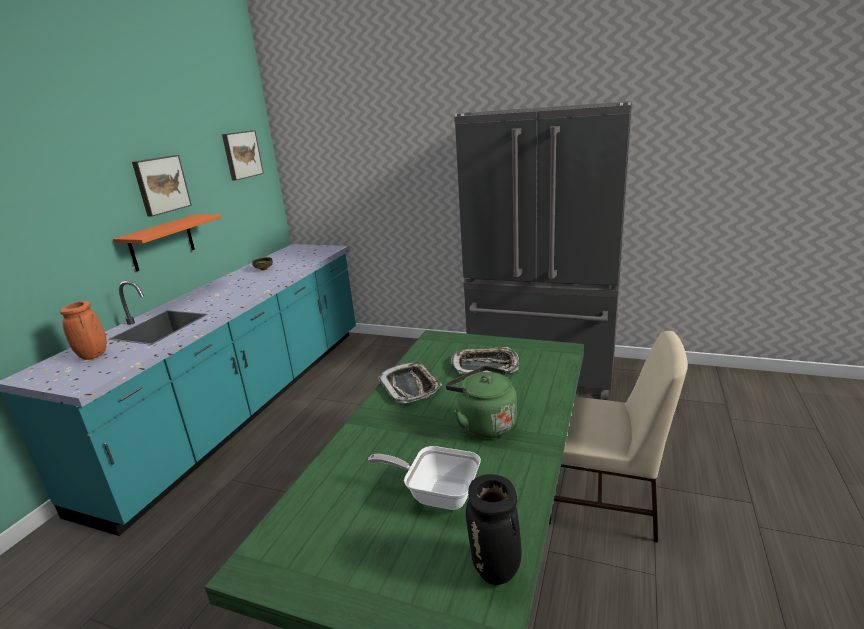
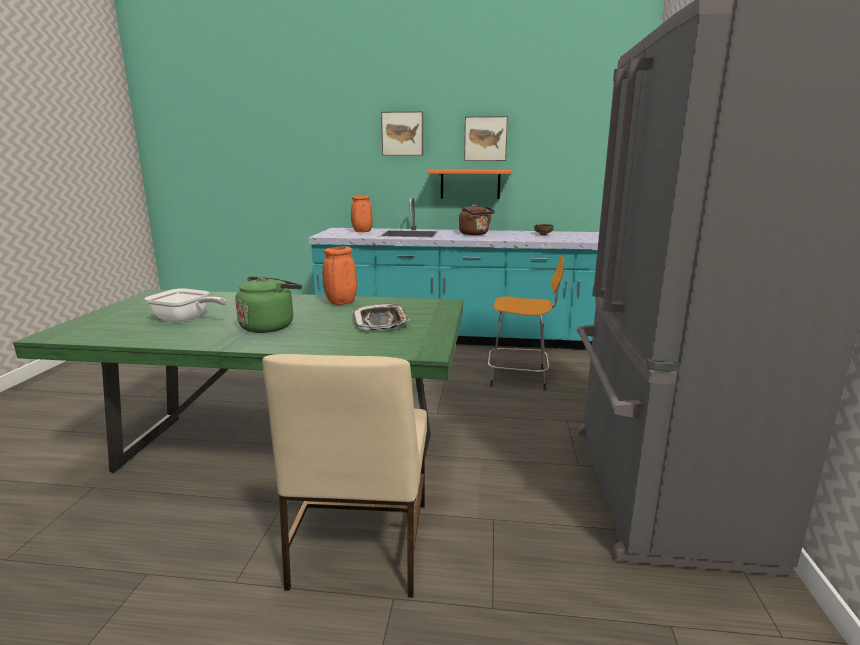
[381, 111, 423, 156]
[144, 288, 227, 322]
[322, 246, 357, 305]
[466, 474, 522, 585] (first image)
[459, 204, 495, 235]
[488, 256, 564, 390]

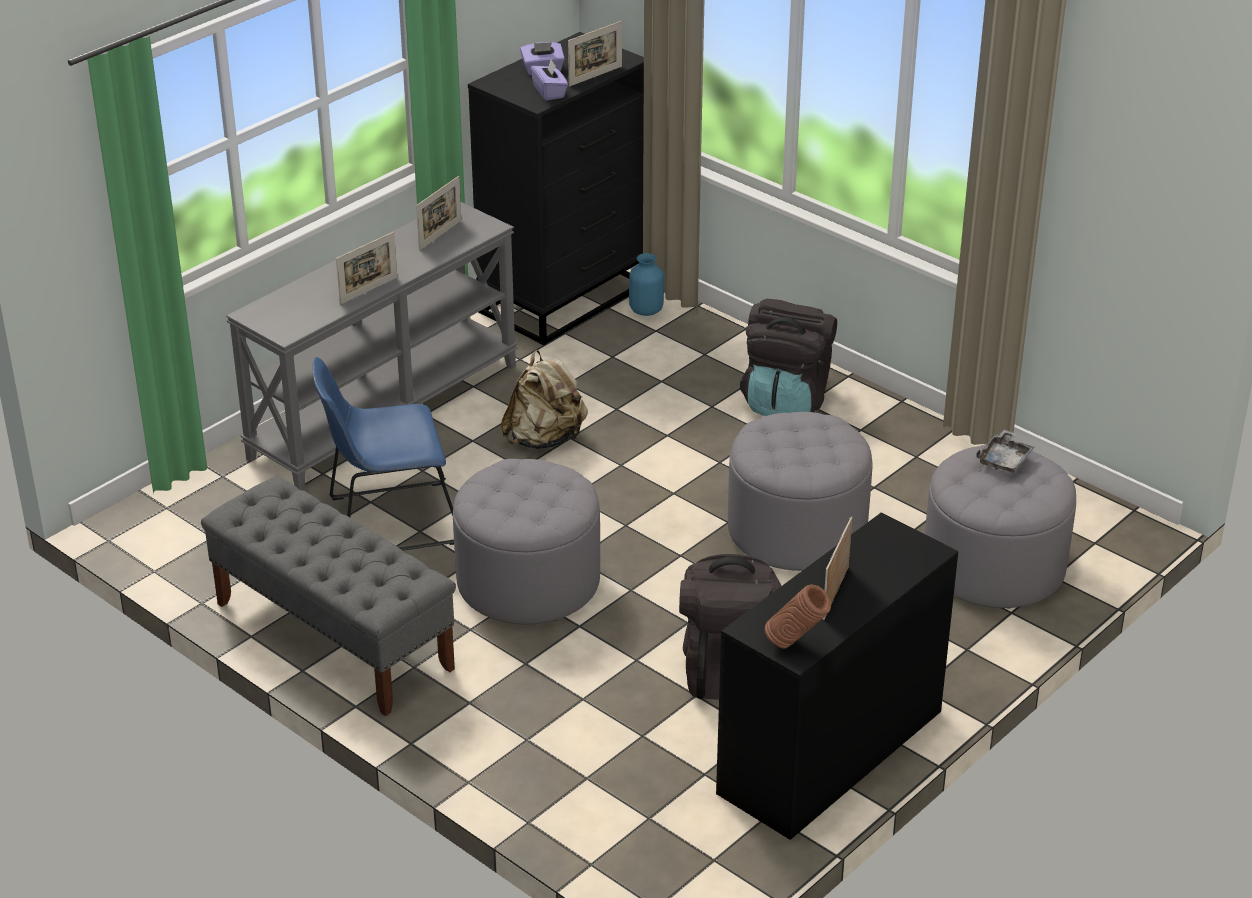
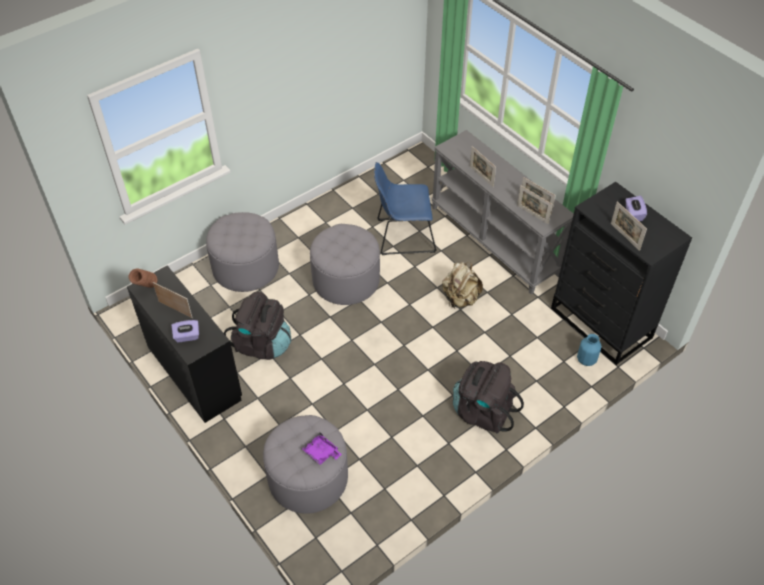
[201, 476, 456, 716] (first image)
[374, 162, 437, 255]
[172, 320, 199, 342]
[206, 212, 279, 292]
[302, 432, 342, 465]
[517, 185, 552, 224]

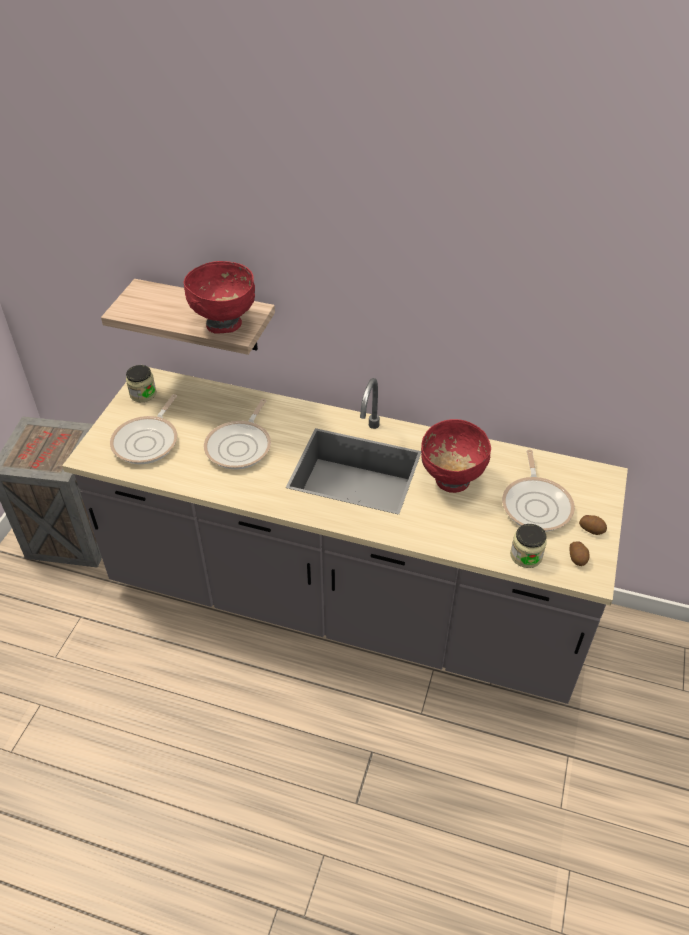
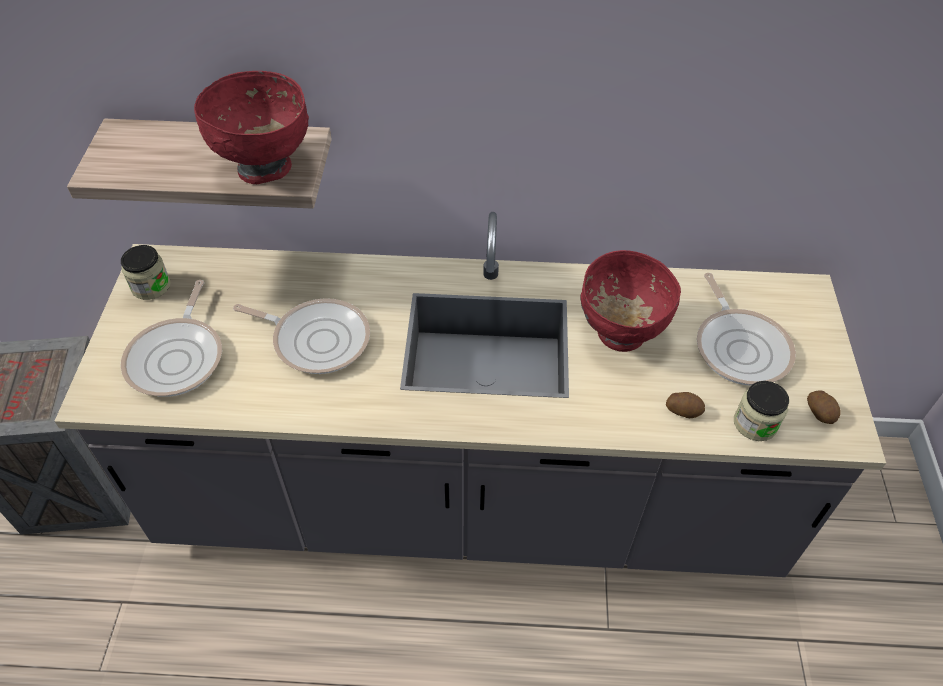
[233, 298, 370, 374]
[666, 392, 705, 418]

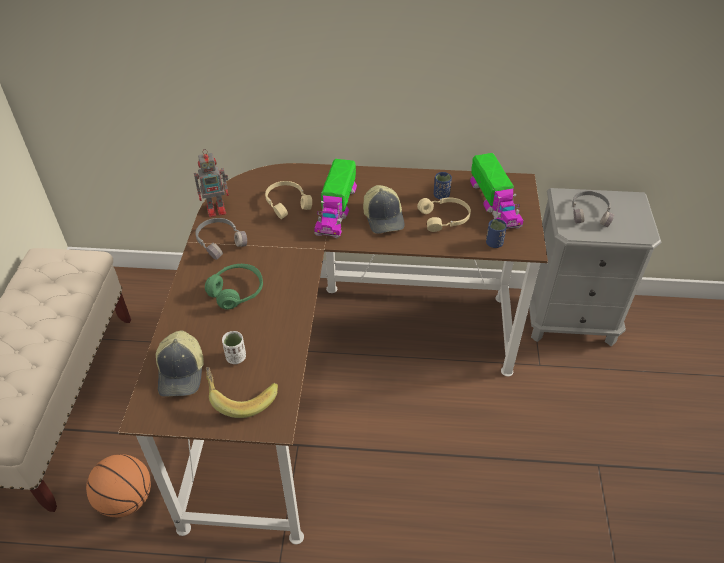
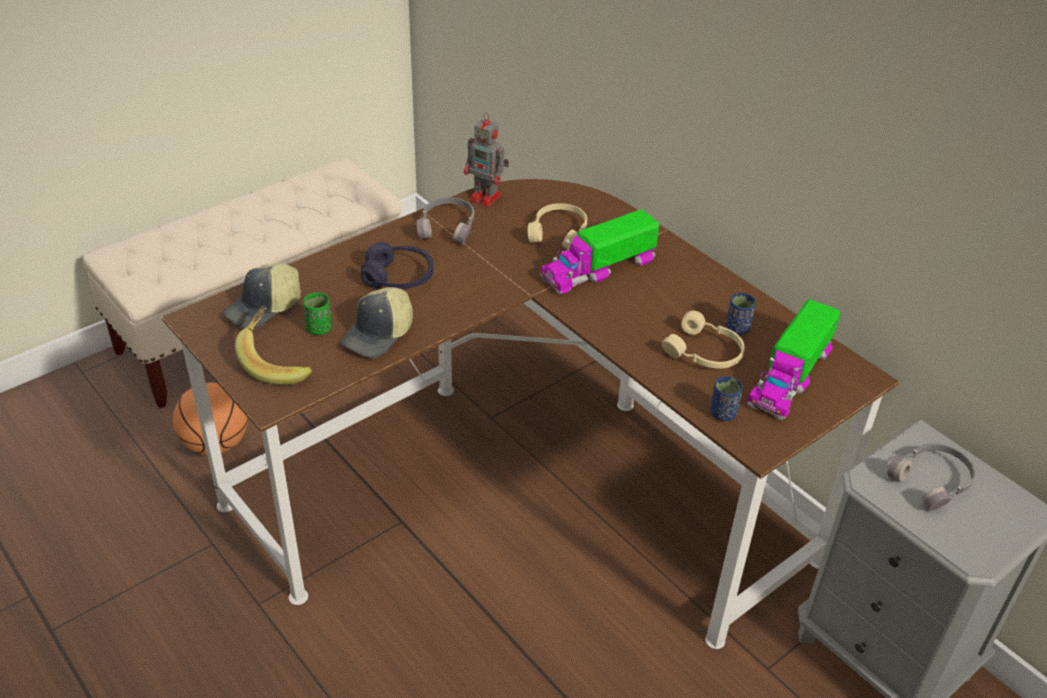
[361, 242, 433, 289]
[303, 292, 332, 335]
[340, 287, 413, 358]

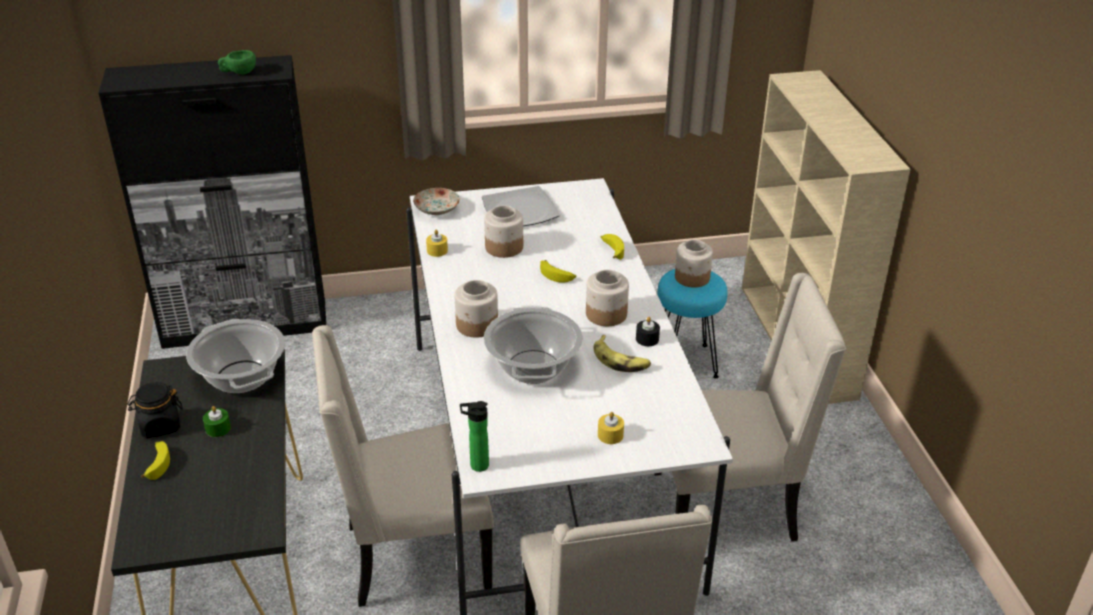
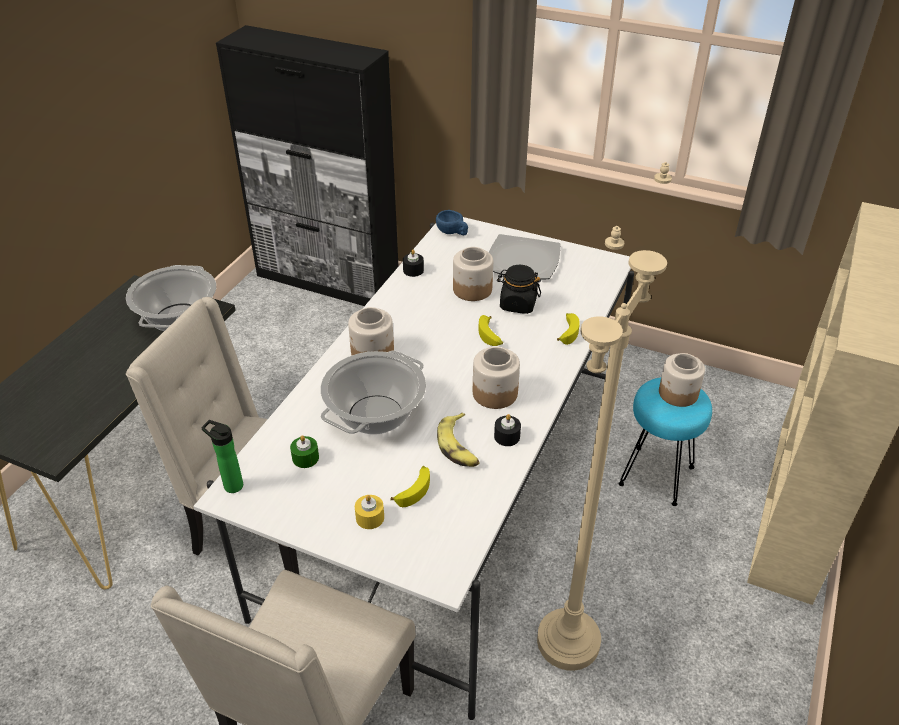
[497, 265, 541, 314]
[391, 466, 430, 507]
[290, 435, 319, 468]
[218, 50, 256, 74] (first image)
[436, 210, 468, 235]
[403, 250, 424, 277]
[537, 162, 672, 671]

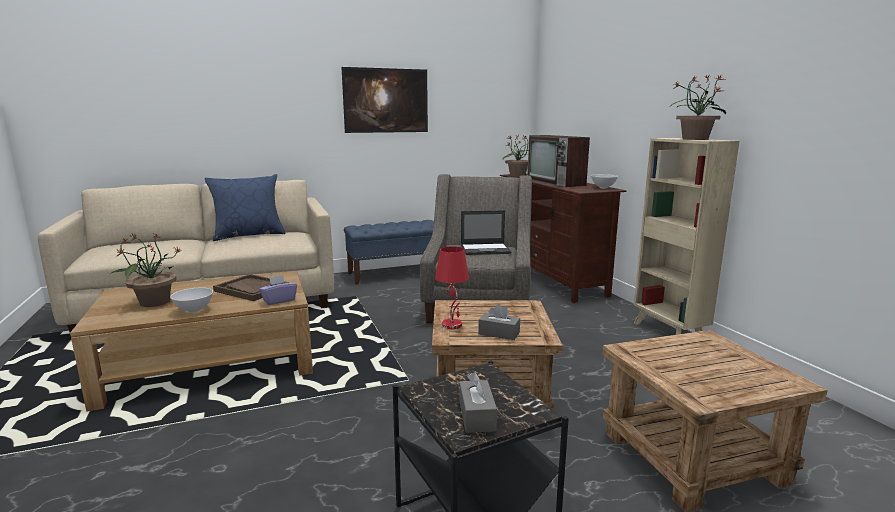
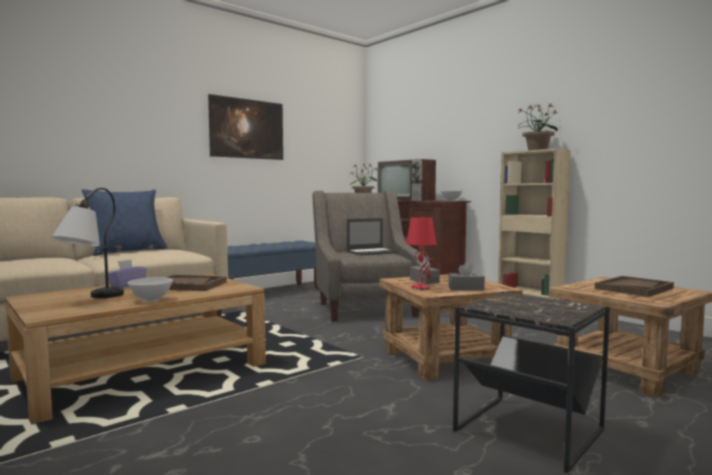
[52, 188, 124, 298]
[108, 260, 147, 288]
[410, 256, 440, 284]
[595, 276, 674, 297]

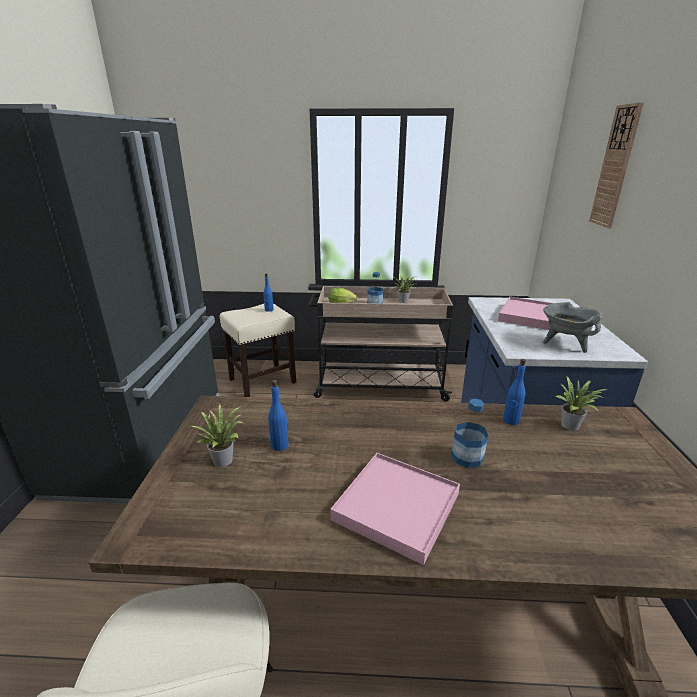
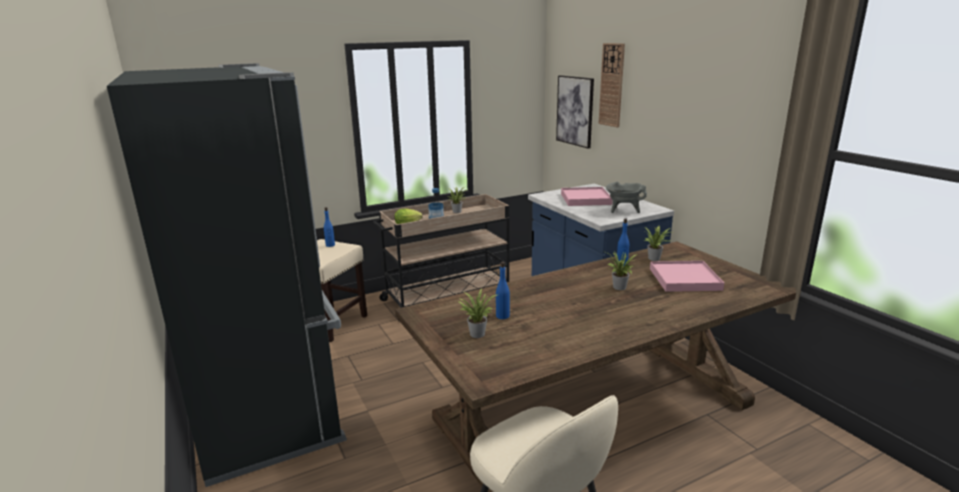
[650, 261, 724, 292]
[606, 251, 636, 290]
[556, 75, 594, 149]

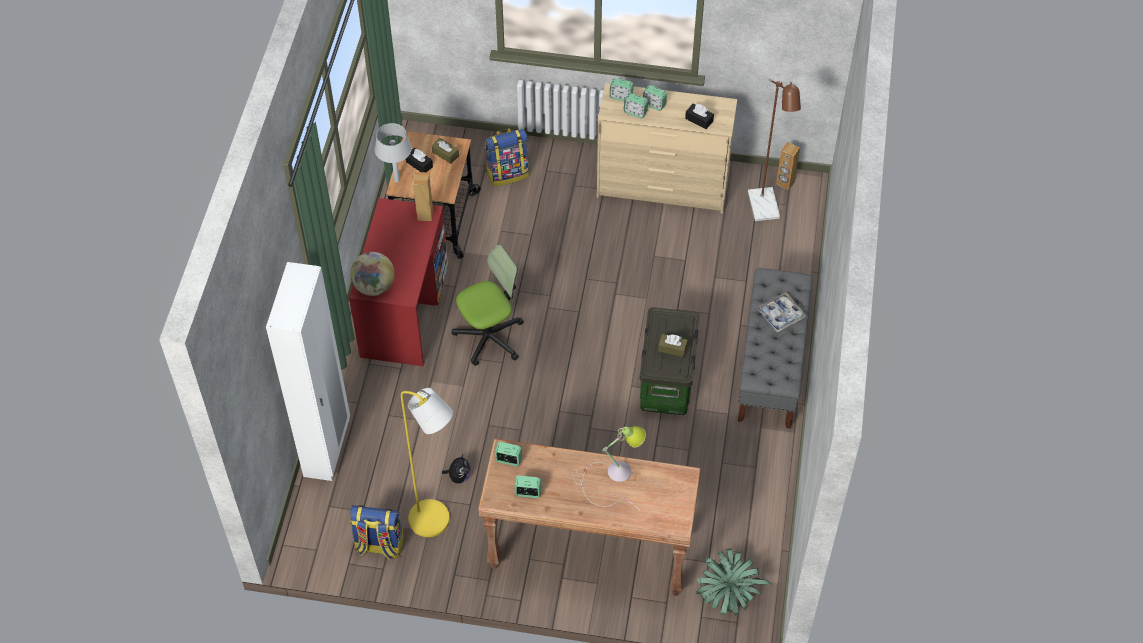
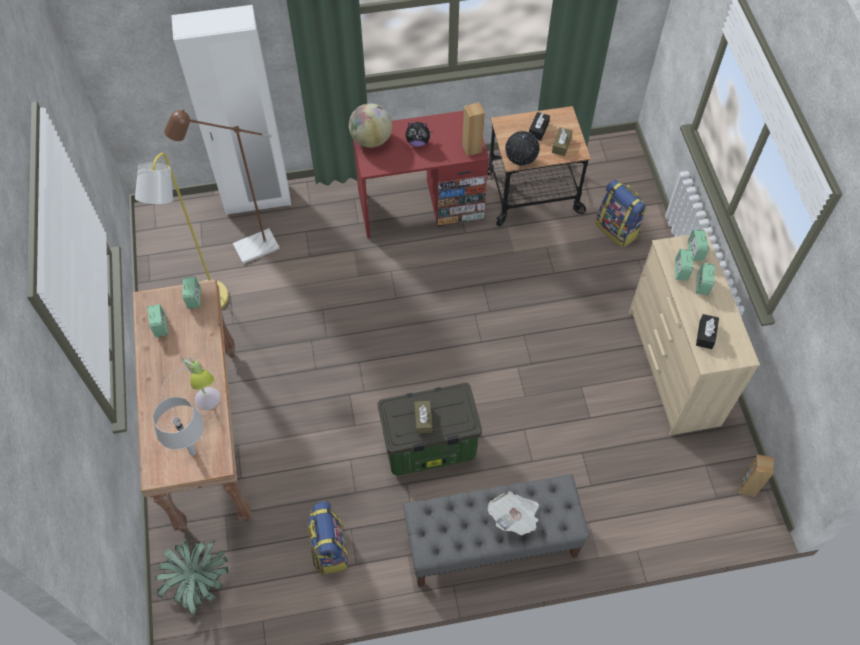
[308, 501, 349, 574]
[153, 397, 204, 455]
[405, 122, 432, 147]
[452, 244, 524, 366] (first image)
[164, 109, 280, 264]
[488, 491, 539, 535]
[505, 131, 540, 166]

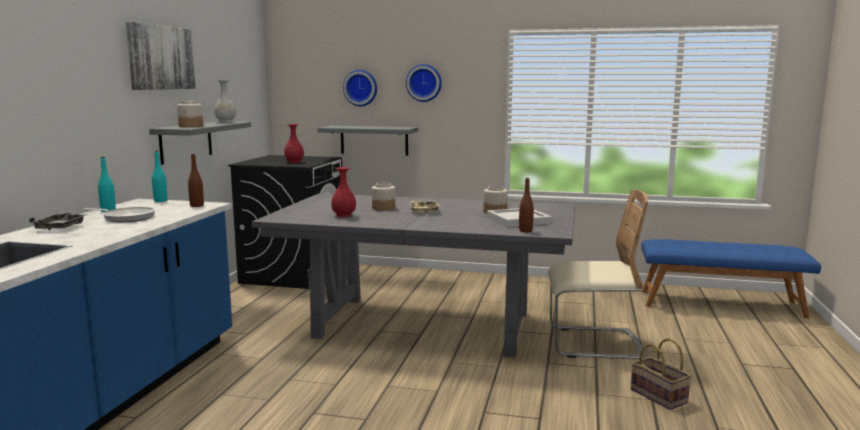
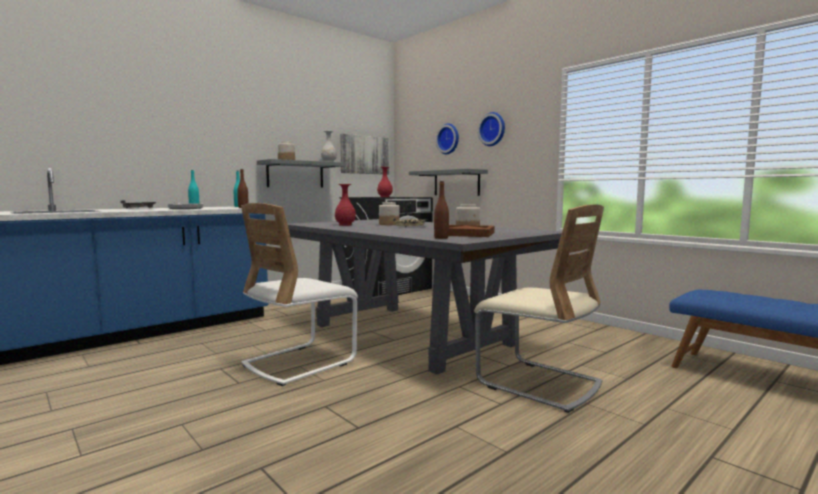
[340, 134, 389, 174]
[449, 225, 495, 237]
[631, 338, 692, 410] (first image)
[241, 203, 358, 386]

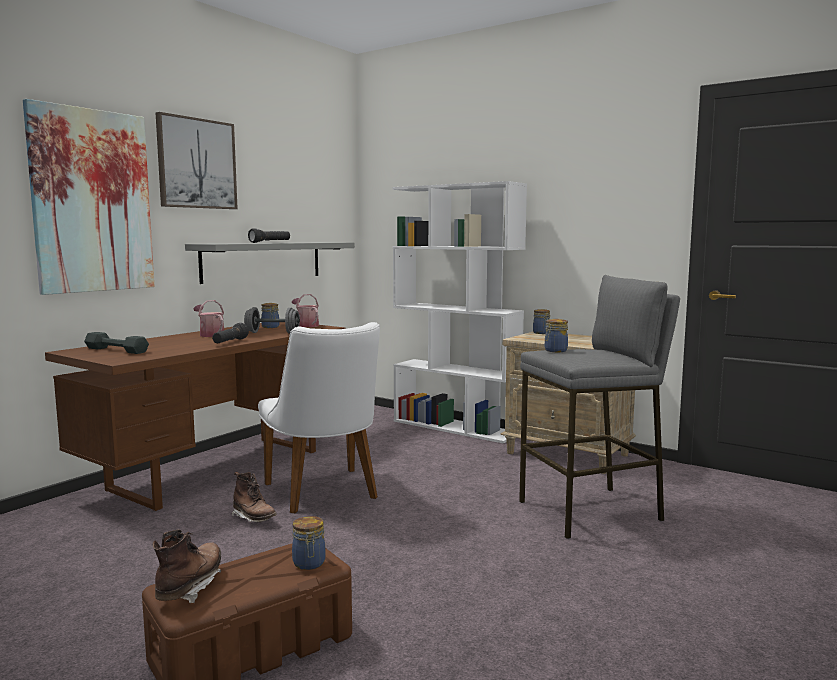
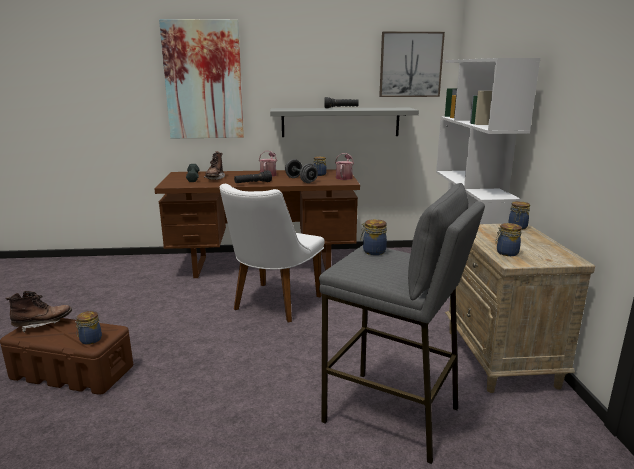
[379, 32, 445, 97]
[204, 151, 225, 180]
[495, 223, 522, 256]

